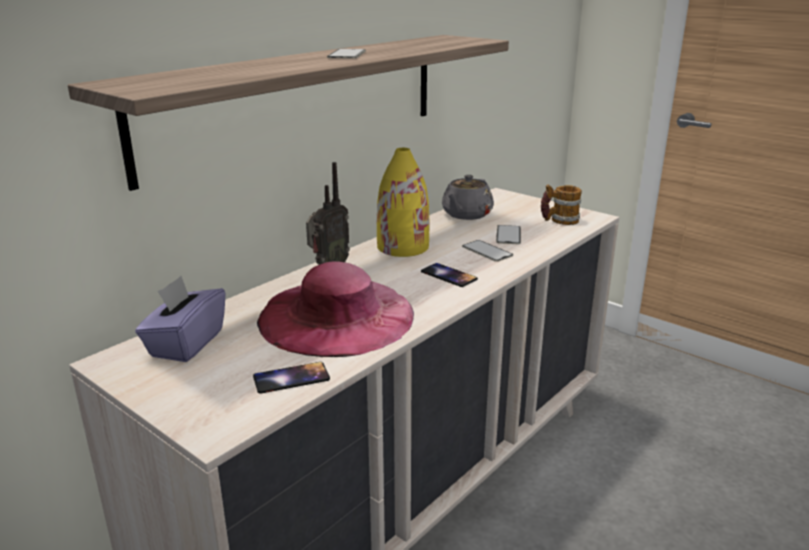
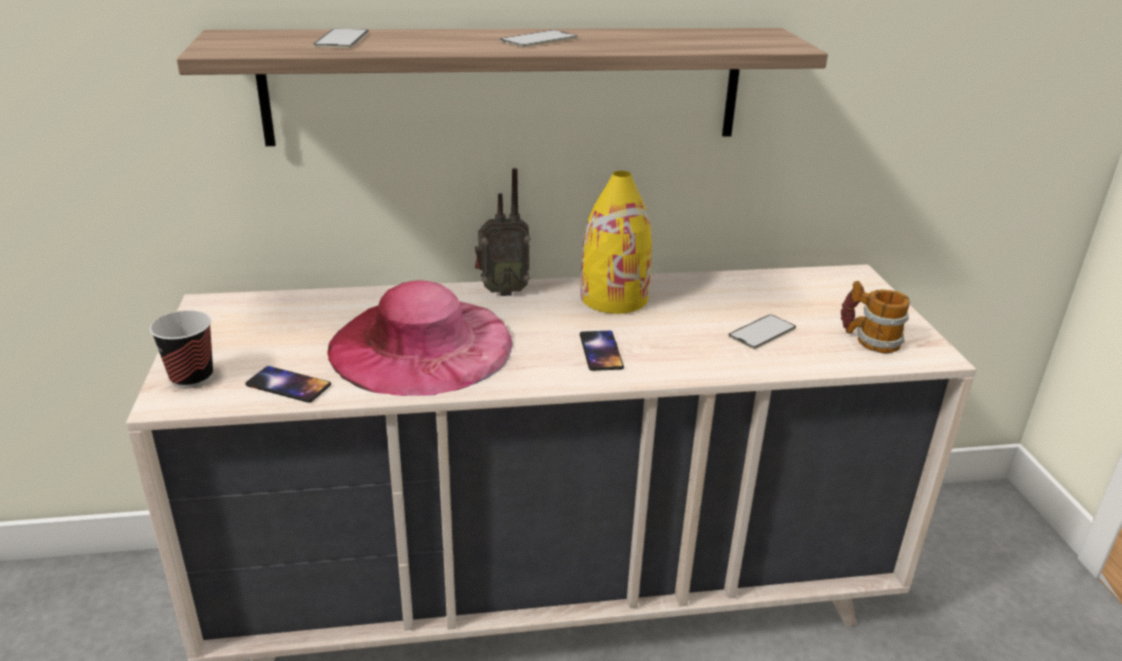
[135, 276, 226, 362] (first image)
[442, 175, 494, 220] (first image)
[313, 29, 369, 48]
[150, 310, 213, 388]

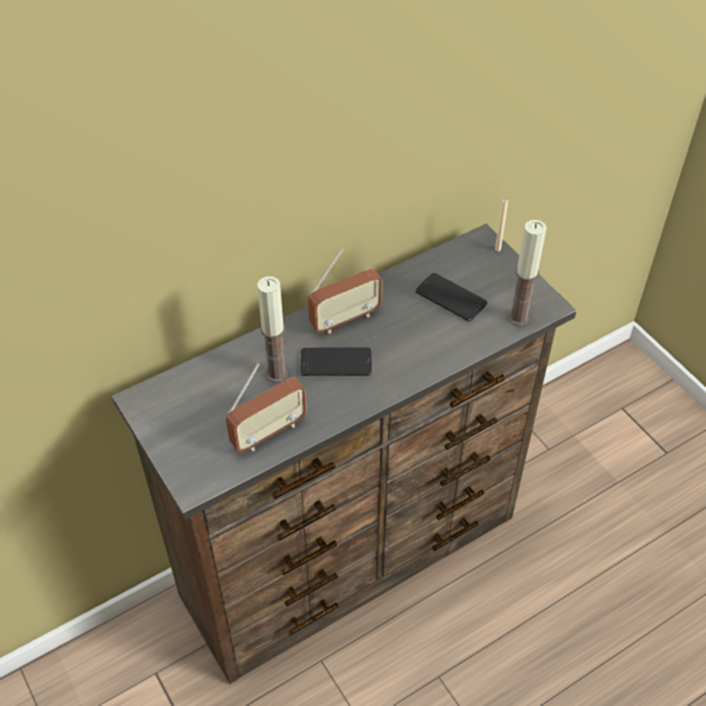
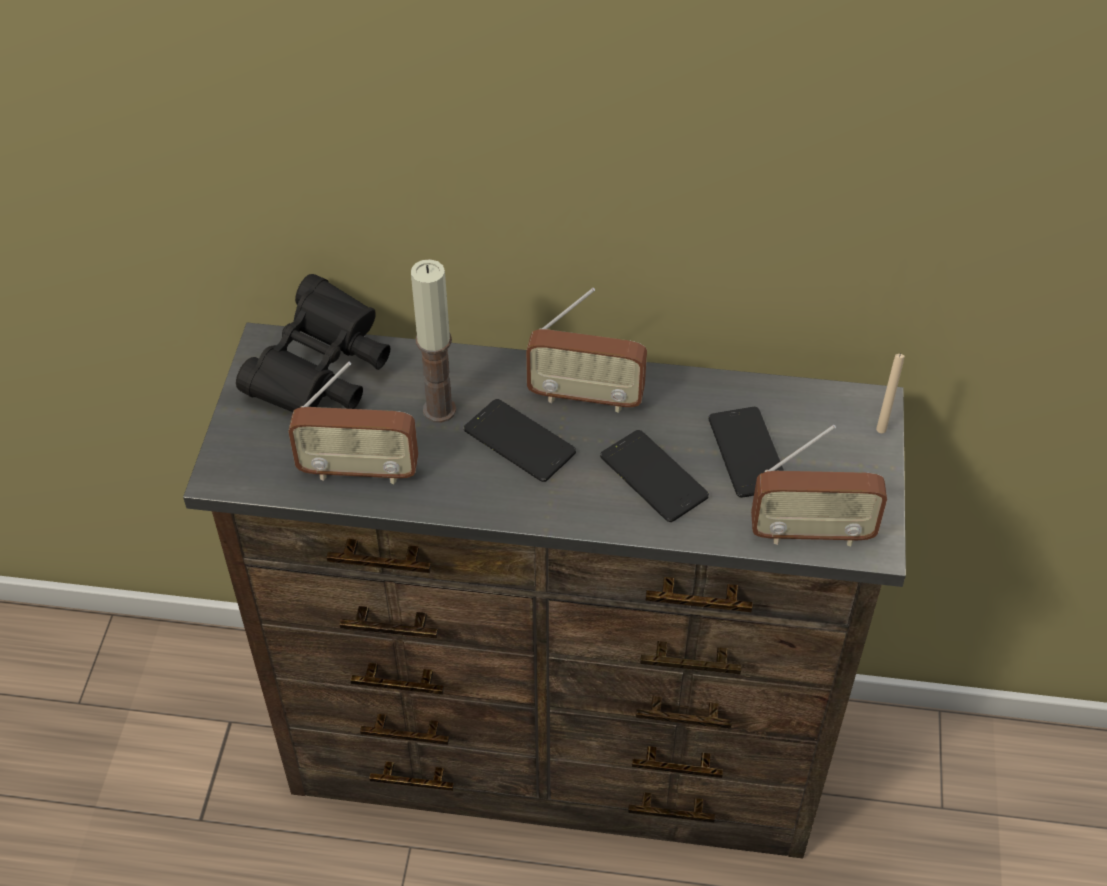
[751, 425, 887, 547]
[236, 274, 390, 412]
[600, 430, 709, 522]

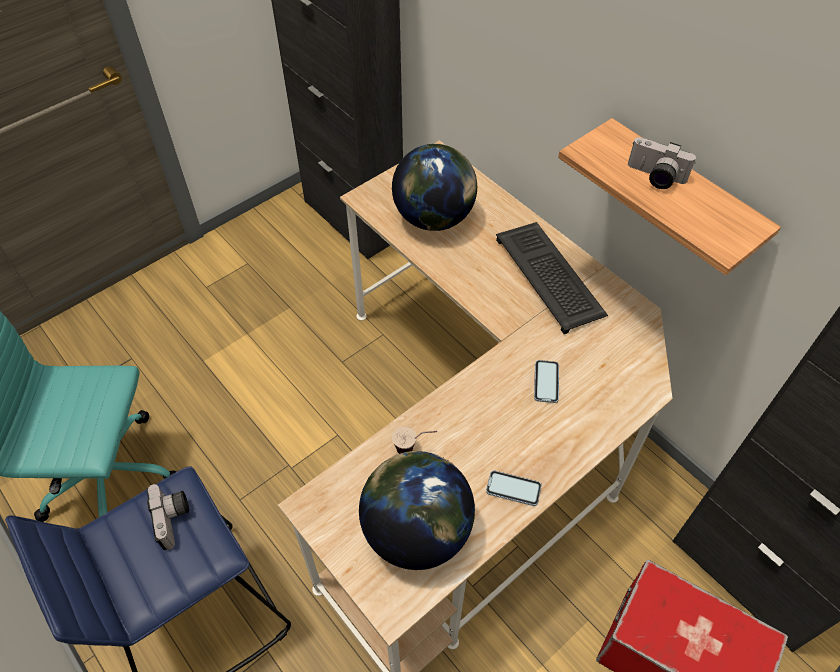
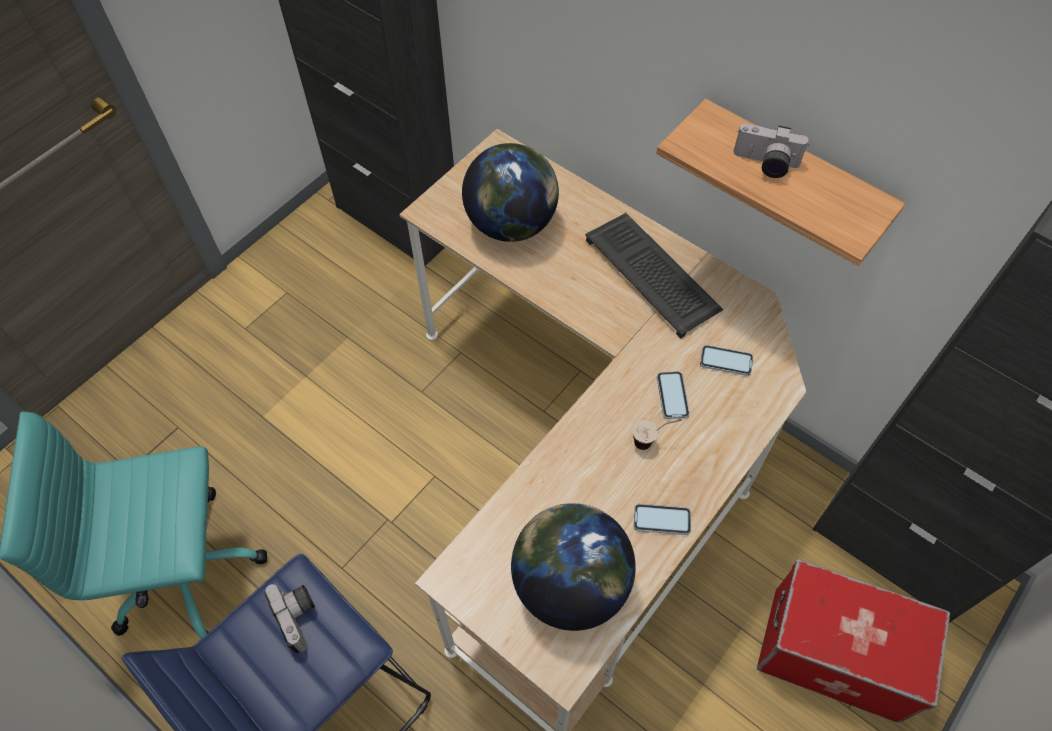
[632, 419, 682, 450]
[700, 345, 753, 376]

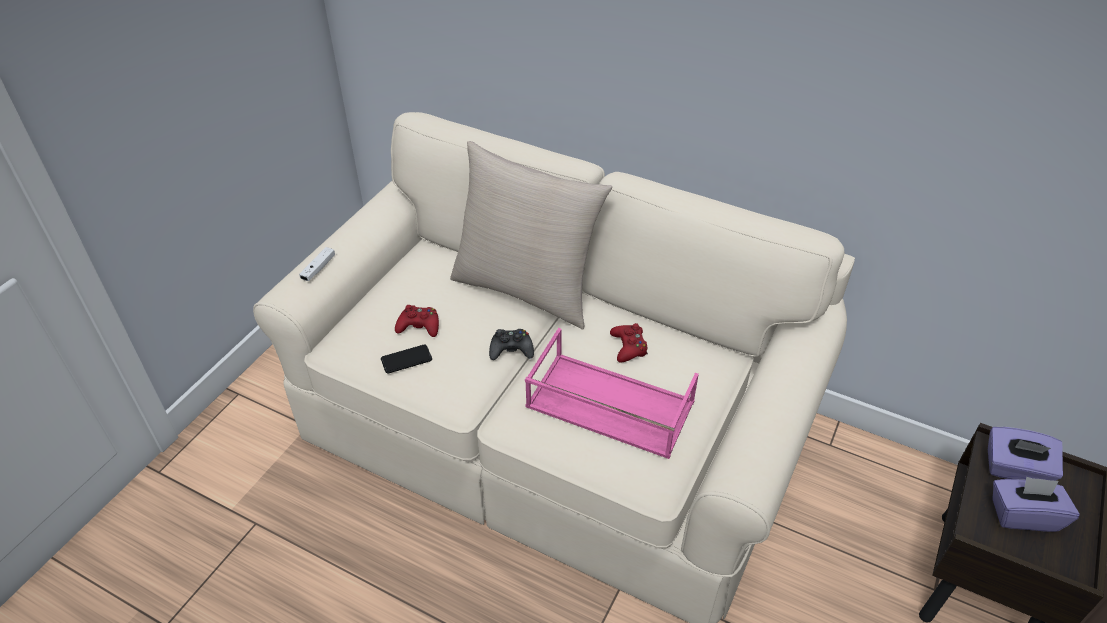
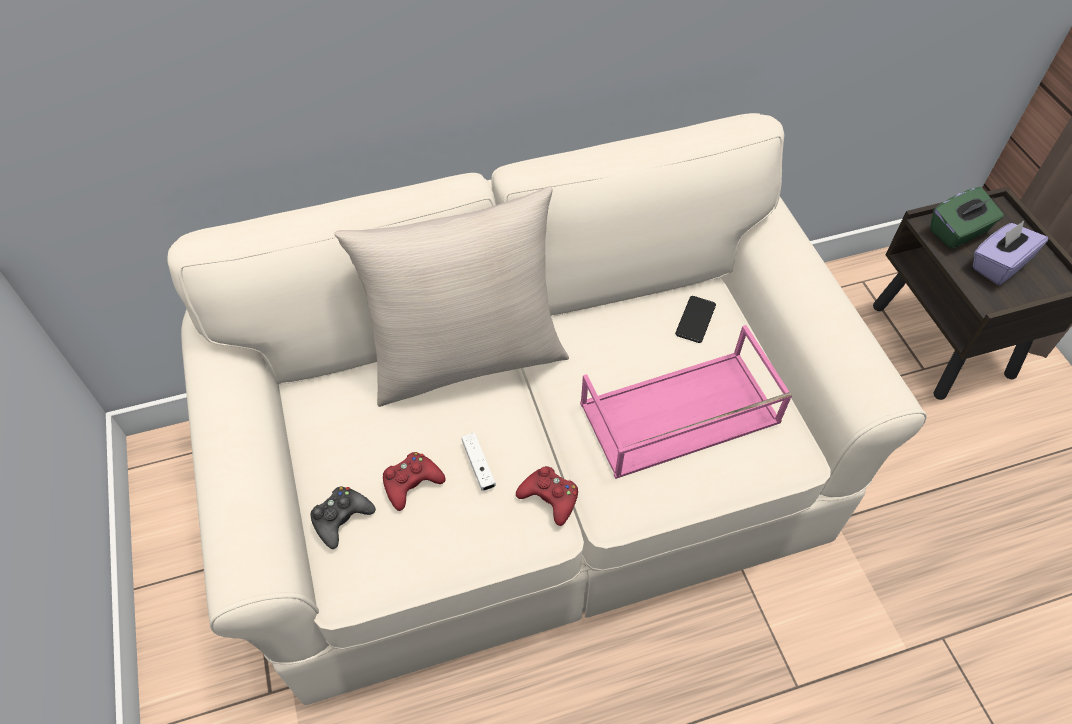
[462, 433, 496, 491]
[675, 296, 716, 343]
[310, 486, 376, 549]
[516, 466, 578, 526]
[930, 187, 1004, 249]

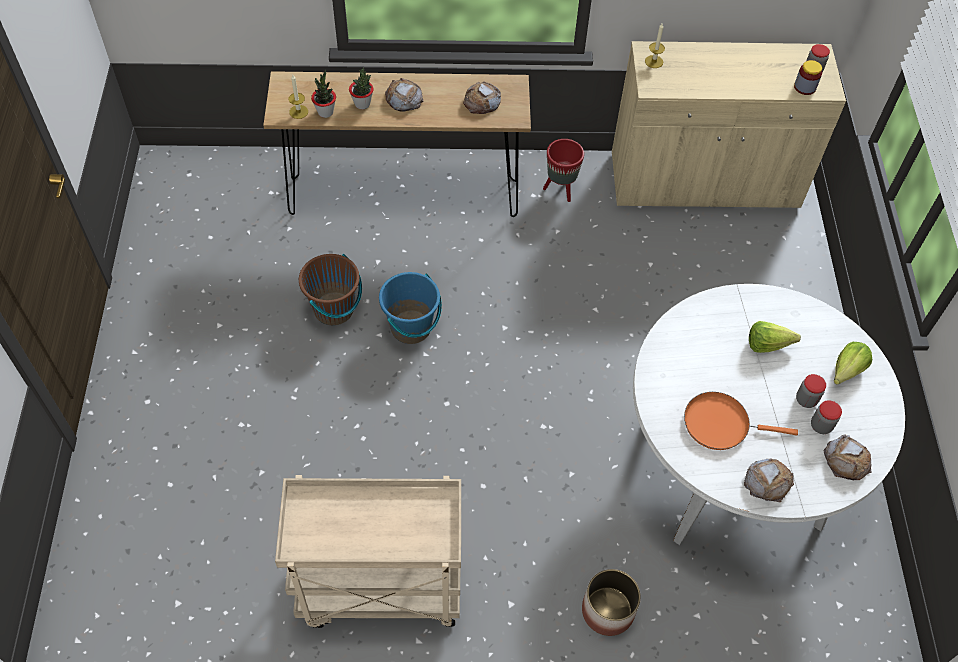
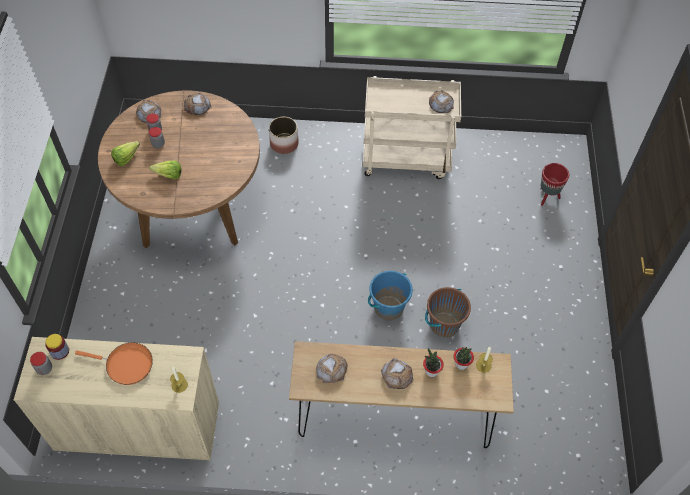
[540, 163, 569, 206]
[98, 91, 260, 248]
[75, 342, 153, 385]
[429, 90, 454, 113]

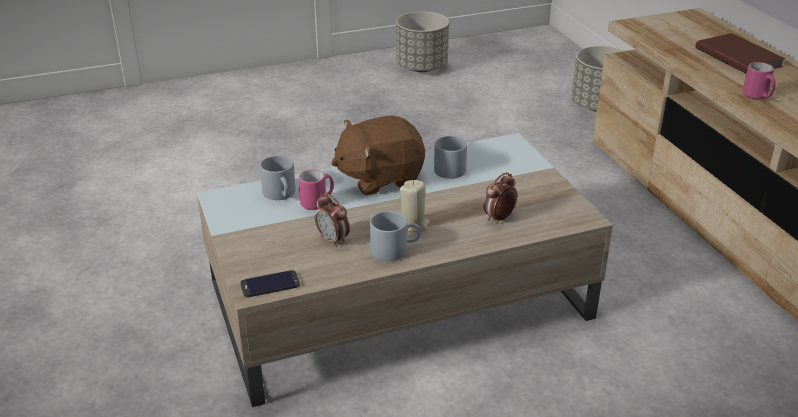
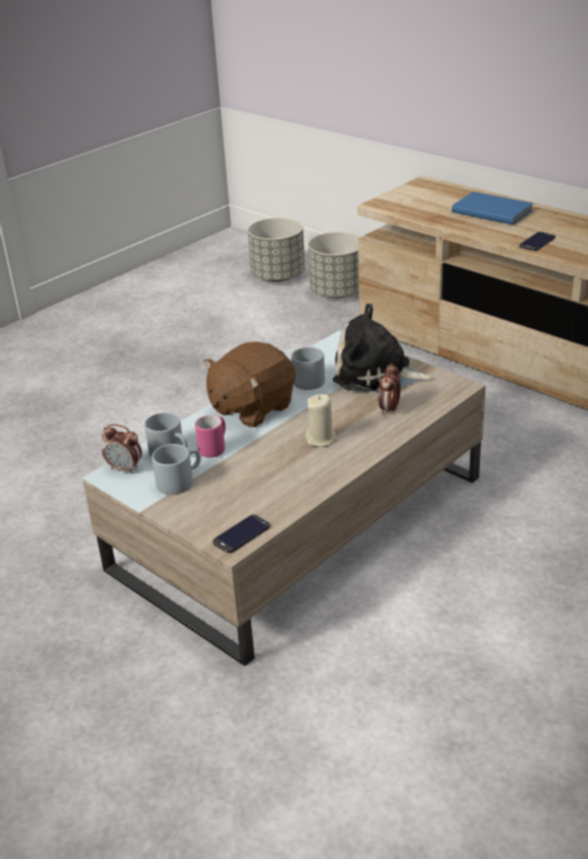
[102, 424, 142, 474]
[152, 444, 201, 495]
[248, 218, 305, 282]
[452, 192, 534, 225]
[519, 232, 555, 251]
[333, 303, 436, 393]

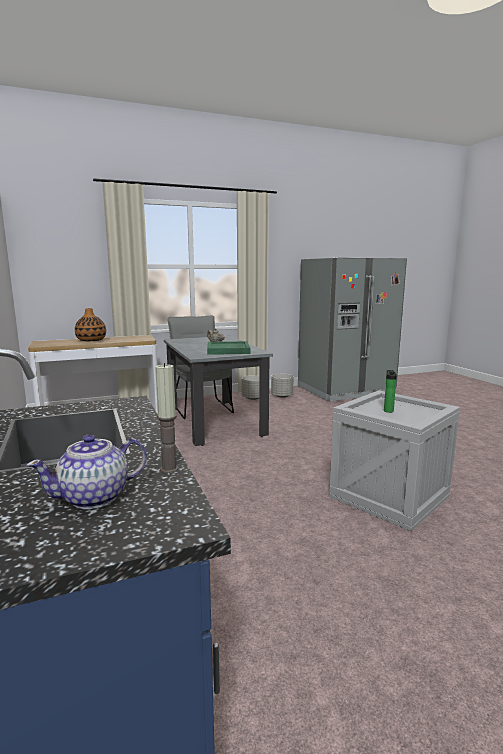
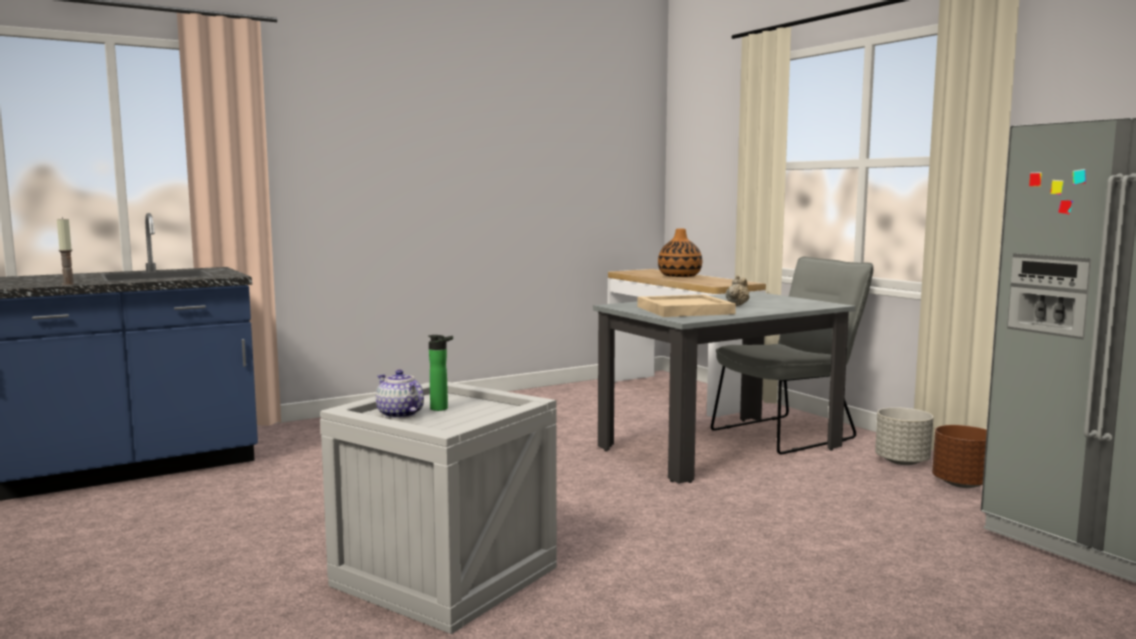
[376, 369, 424, 419]
[638, 295, 736, 317]
[932, 425, 987, 488]

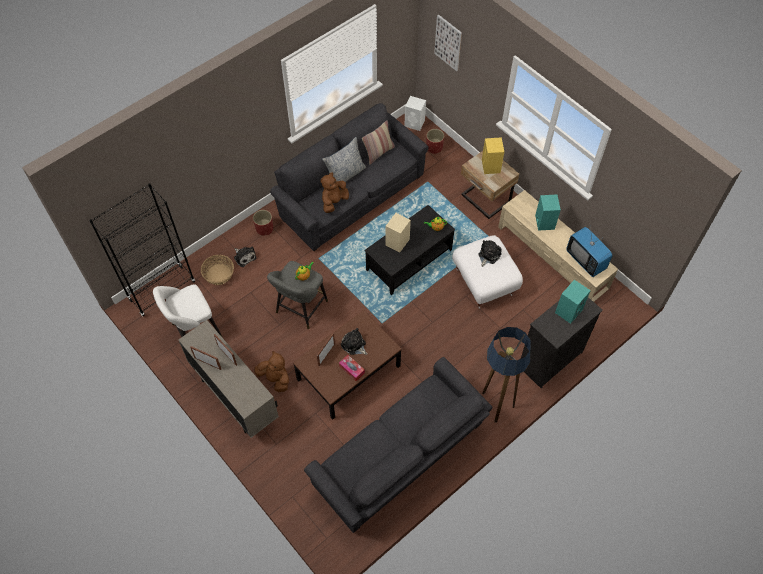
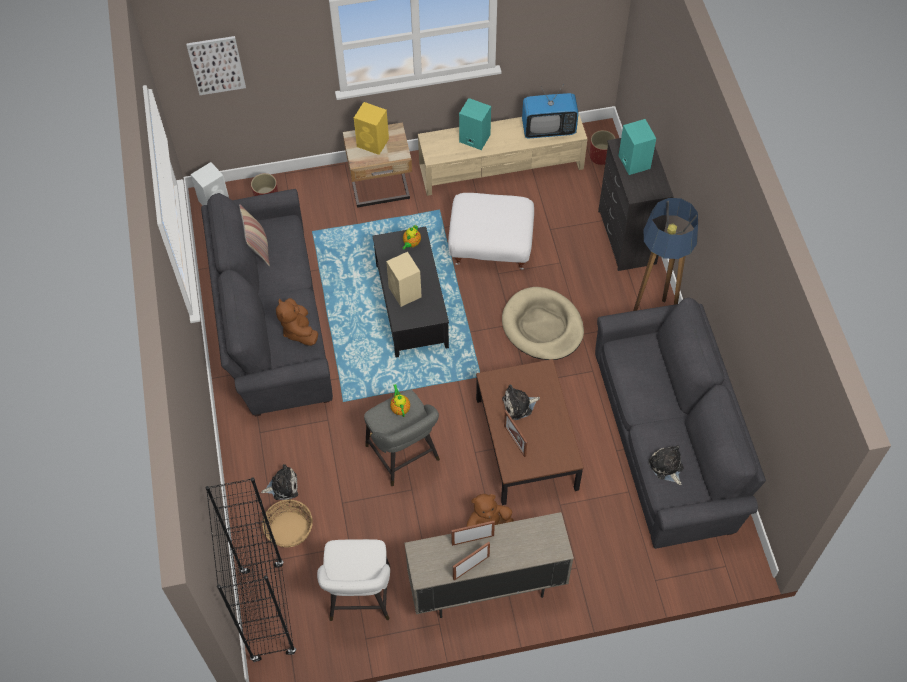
[590, 130, 616, 165]
[322, 137, 366, 182] (first image)
[339, 355, 365, 381] (first image)
[649, 445, 684, 485]
[502, 287, 584, 360]

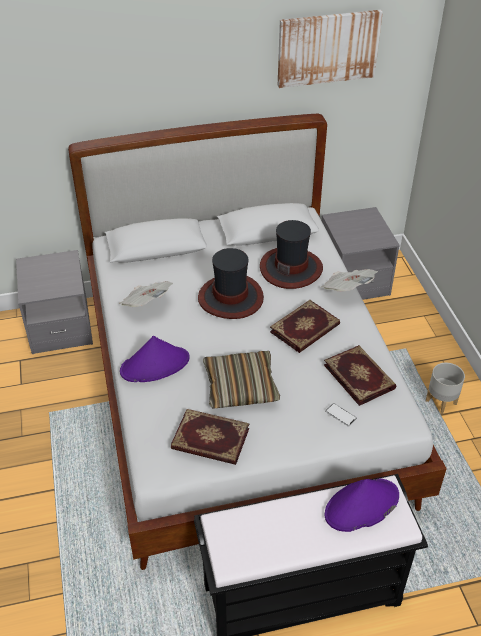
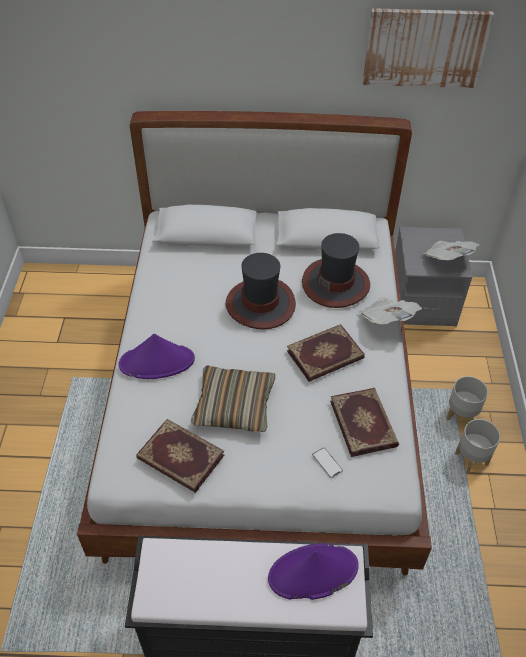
[16, 250, 93, 354] (first image)
[423, 241, 480, 260]
[446, 376, 488, 423]

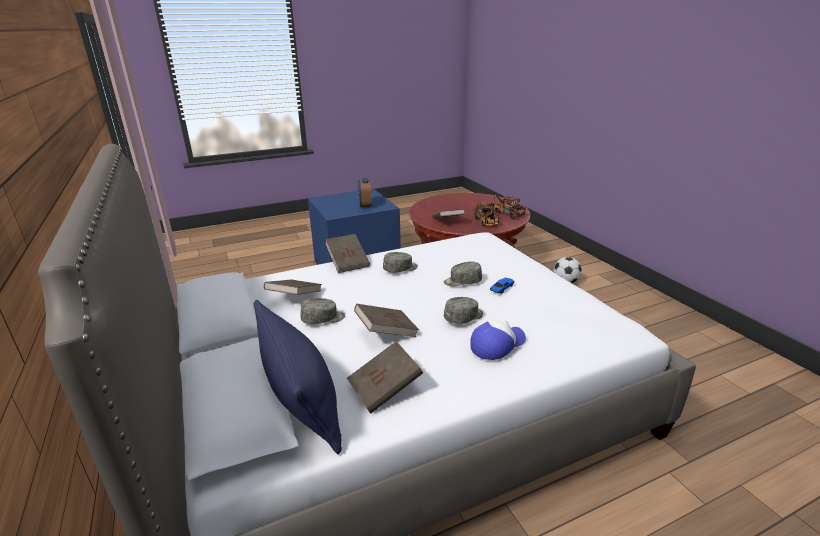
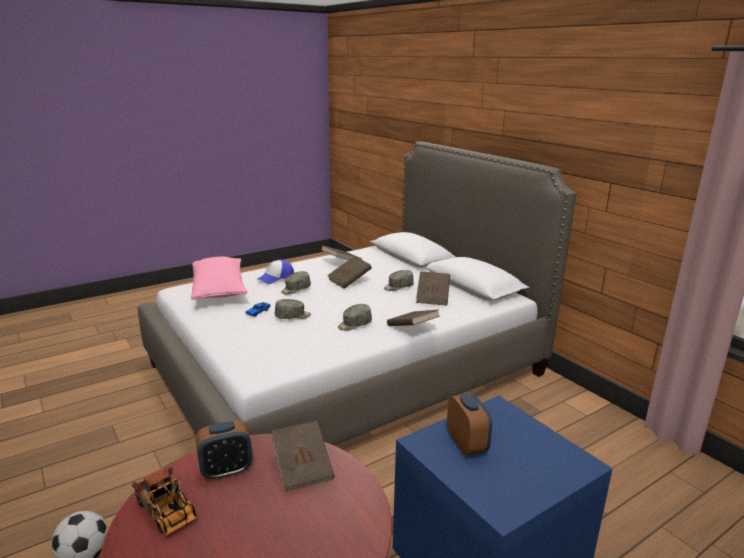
[254, 300, 342, 454] (first image)
[196, 420, 252, 480]
[191, 256, 248, 300]

